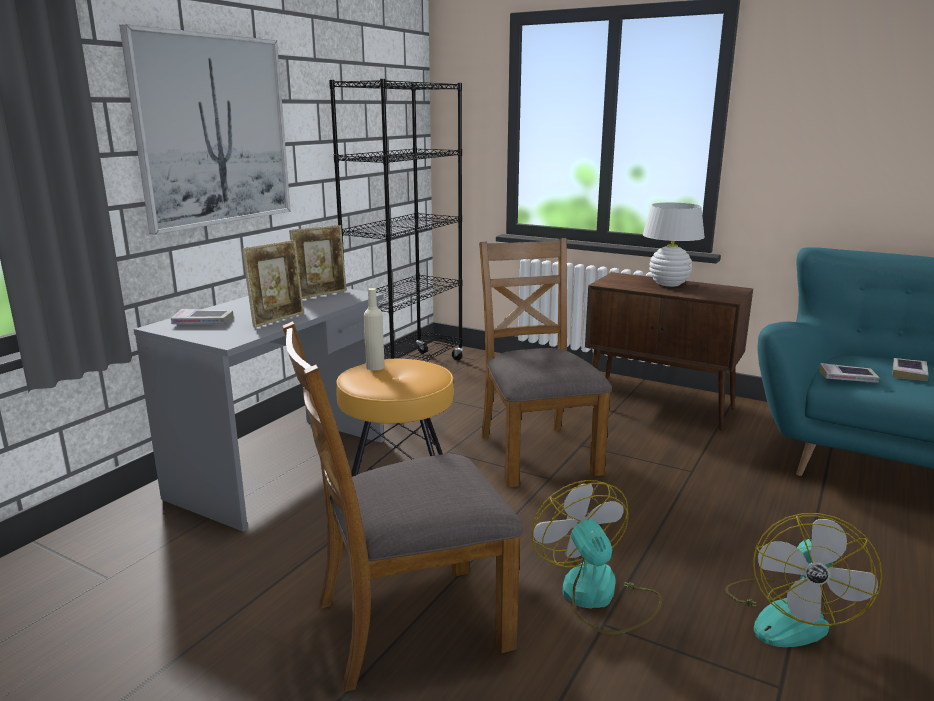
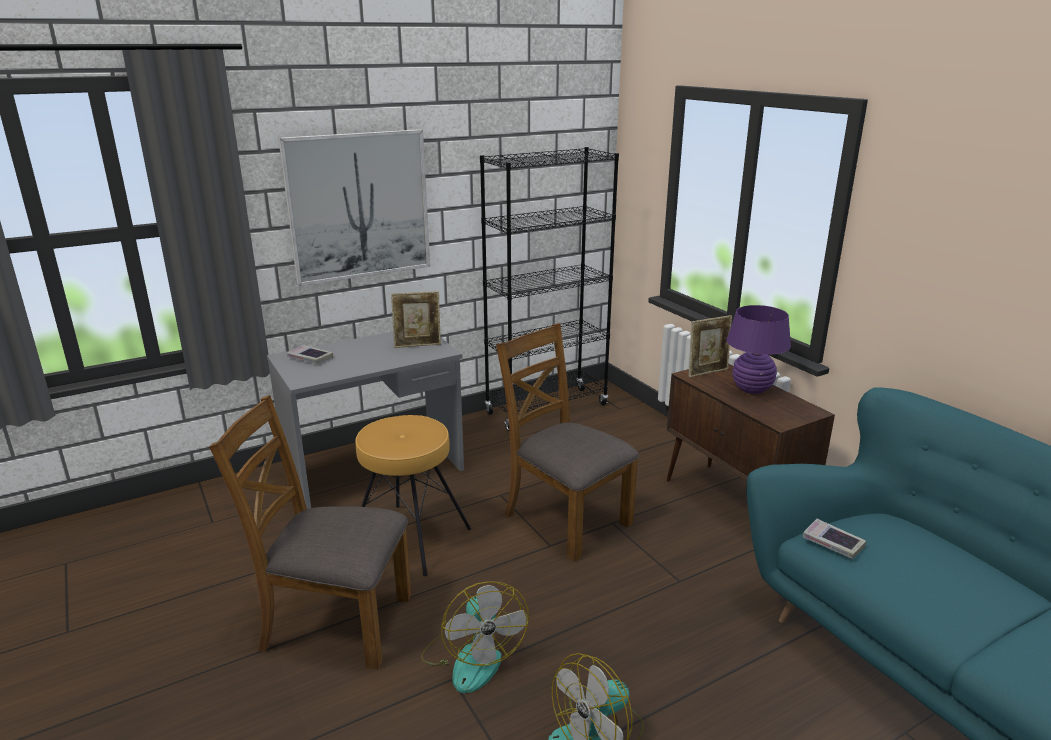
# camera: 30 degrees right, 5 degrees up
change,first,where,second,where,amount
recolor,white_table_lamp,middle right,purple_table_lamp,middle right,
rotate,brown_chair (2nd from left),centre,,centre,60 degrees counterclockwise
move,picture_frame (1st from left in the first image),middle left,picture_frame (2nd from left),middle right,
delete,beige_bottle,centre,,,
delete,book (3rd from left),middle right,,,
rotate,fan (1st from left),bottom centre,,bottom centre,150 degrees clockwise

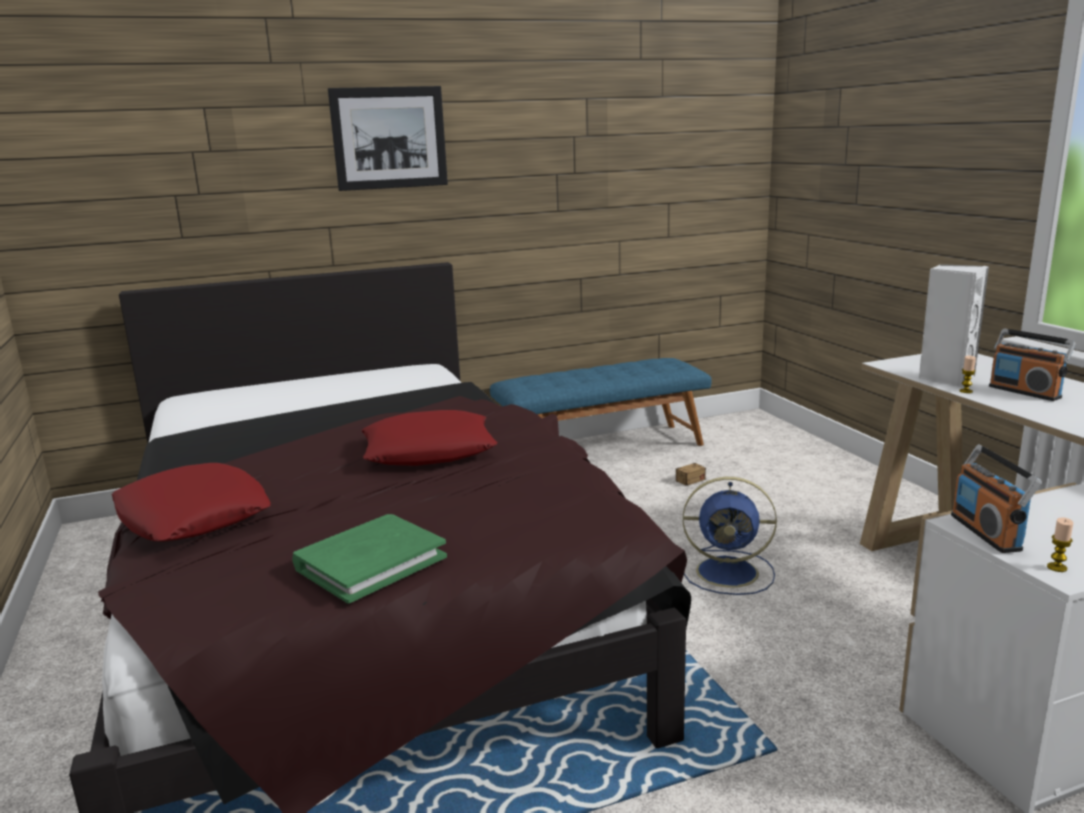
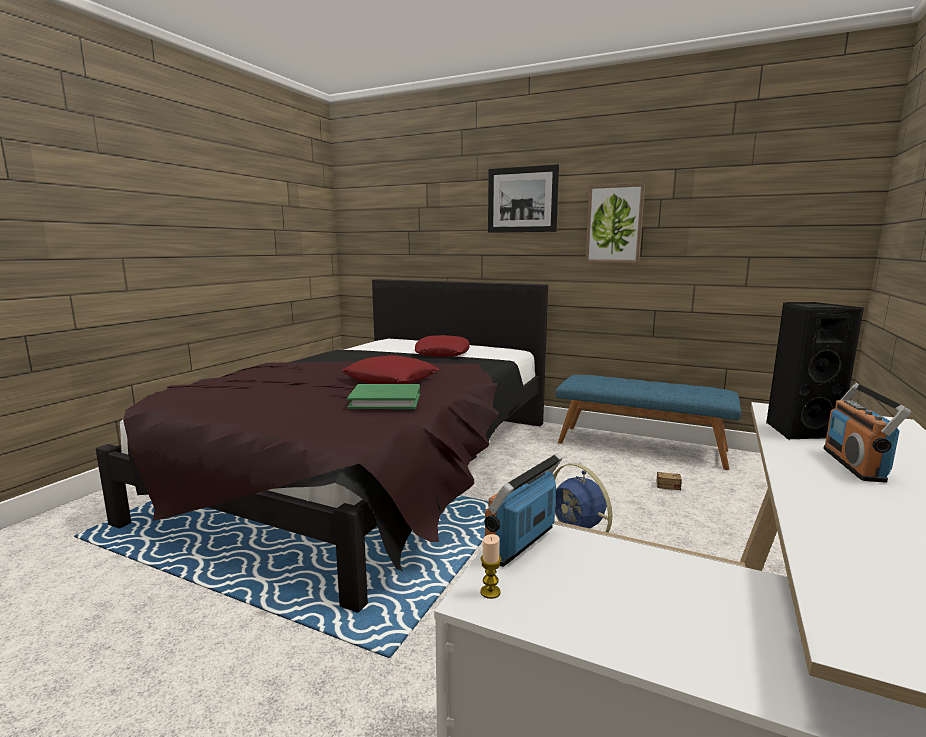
# camera: 45 degrees right, 5 degrees down
change,first,where,second,where,amount
recolor,white_speaker,middle right,black_speaker,middle right,
delete,candle (1st from left),middle right,,,
move,red_pillow (1st from left in the first image),middle left,red_pillow (2nd from left),centre,
move,green_book,bottom centre,,centre,
insert,,,picture (2nd from left),top centre,

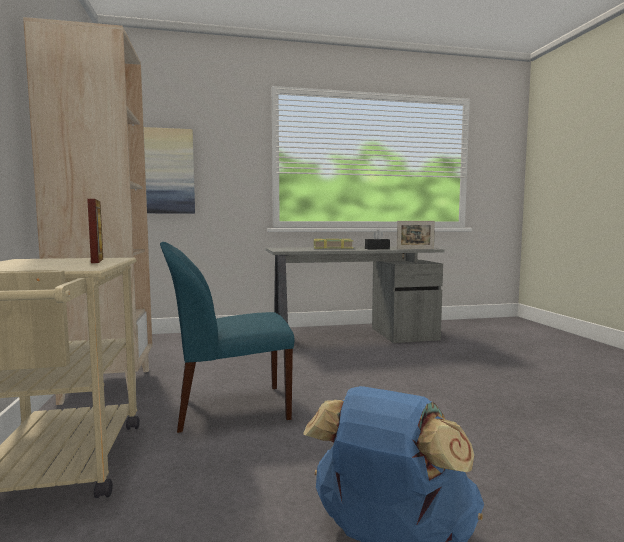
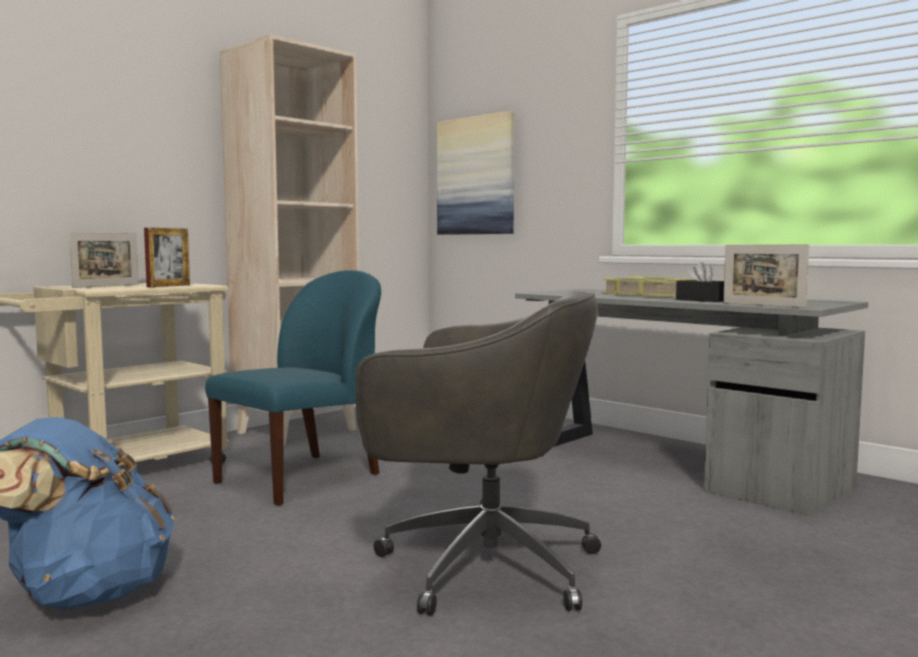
# camera: 55 degrees right, 0 degrees up
change,first,where,second,where,amount
rotate,blue_chair,centre,,middle left,90 degrees clockwise
insert,,,picture_frame (1st from left),middle left,
insert,,,grey_office_chair,bottom centre,

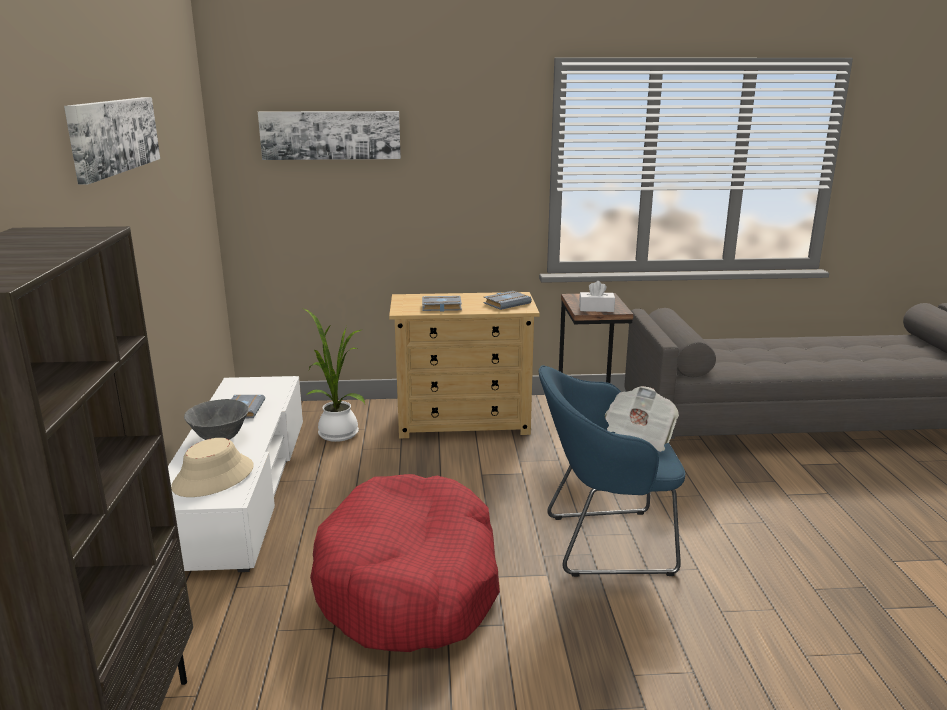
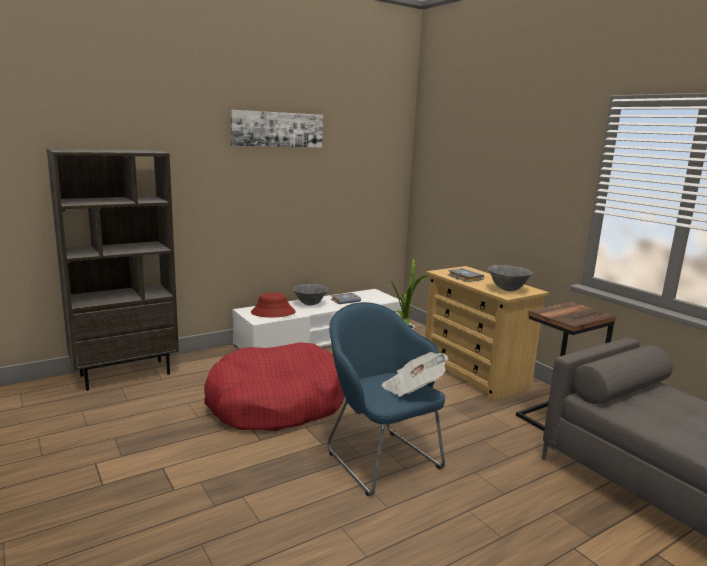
# camera: 60 degrees right, 5 degrees down
change,first,where,second,where,amount
delete,picture (2nd from left),top centre,,,
delete,white_tissue_box,centre,,,
replace,grey_book (3rd from left),centre,grey_bowl (2nd from left),middle right,
recolor,beige_hat,middle left,red_hat,centre,

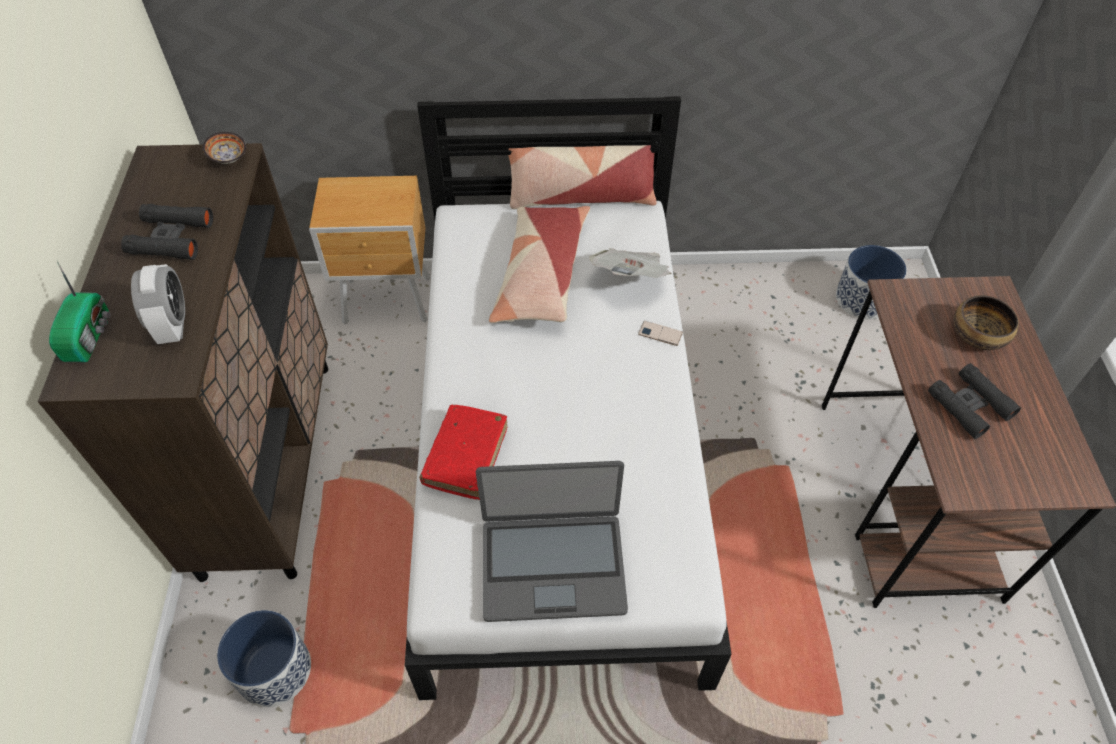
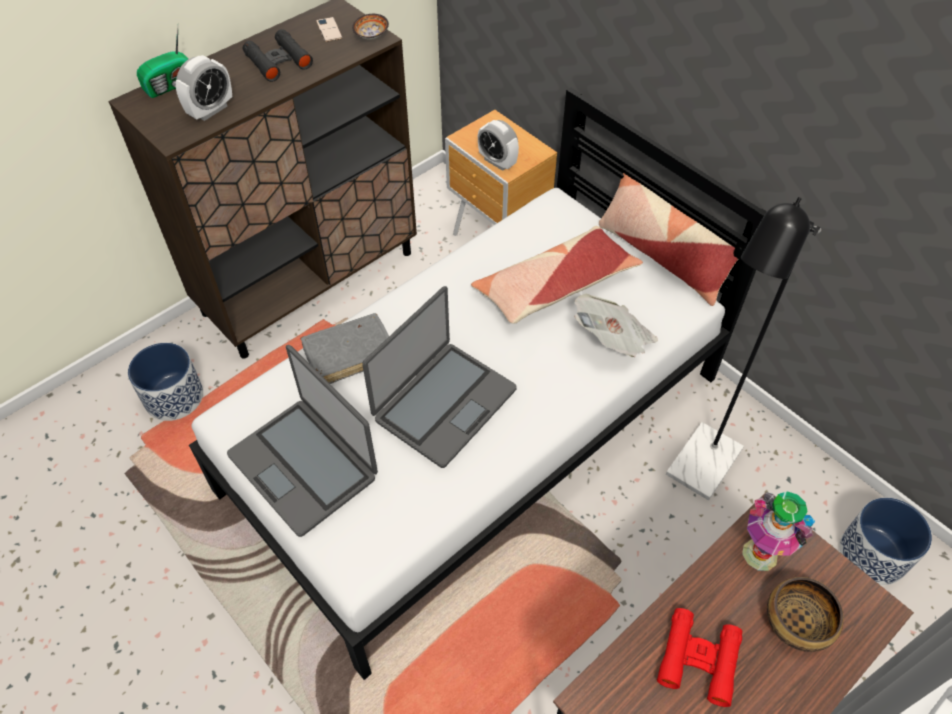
# camera: 50 degrees right, 0 degrees up
change,first,where,second,where,amount
move,phone,centre,,top centre,
recolor,black_binoculars (2nd from left),middle right,red_binoculars,bottom right,
recolor,red_book,centre,grey_book,centre,
insert,,,alarm_clock (2nd from left),top centre,
insert,,,black_floor_lamp,middle right,
insert,,,laptop (2nd from left),centre,
insert,,,vase,bottom right,

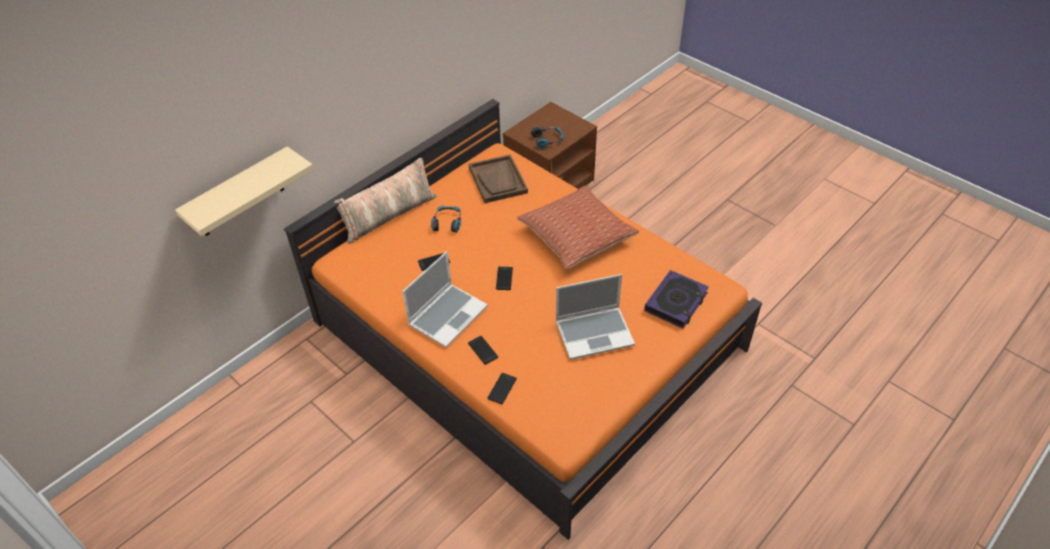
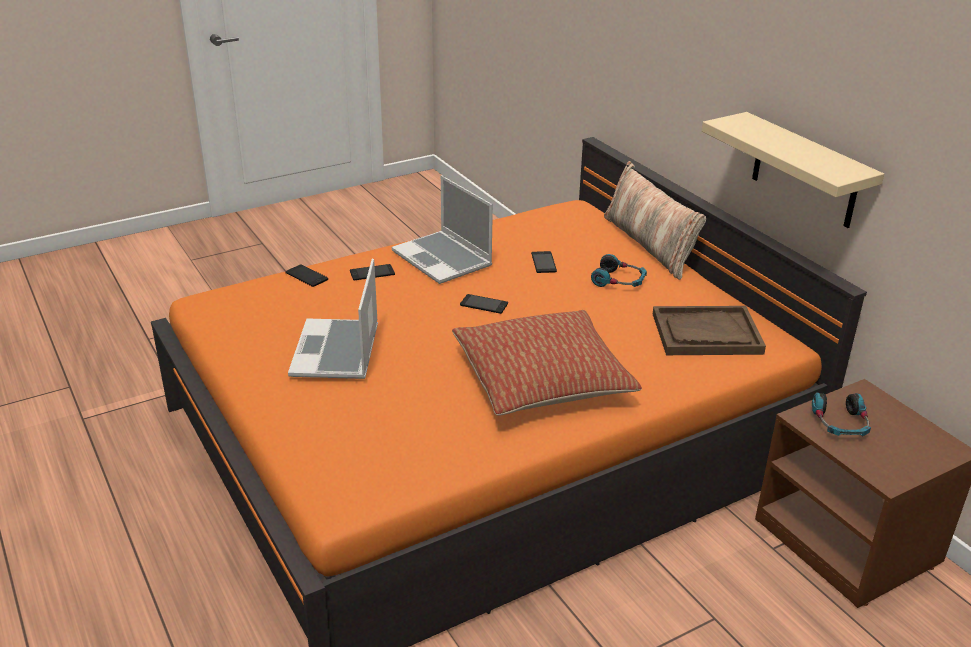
# camera: 105 degrees right, 15 degrees down
change,first,where,second,where,amount
move,beige_shelf,middle left,,top right,
delete,book,centre,,,

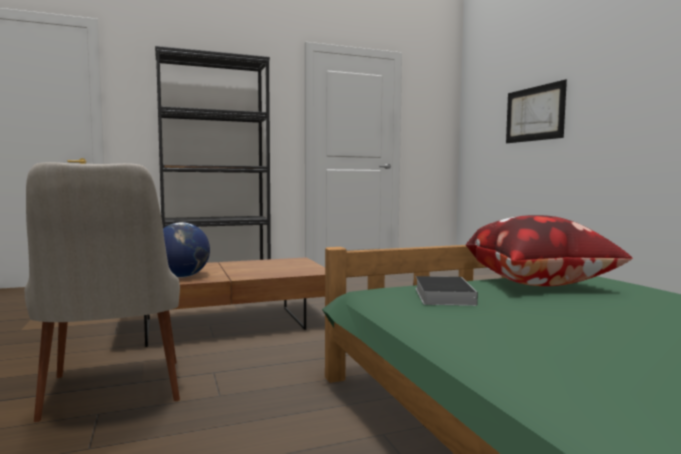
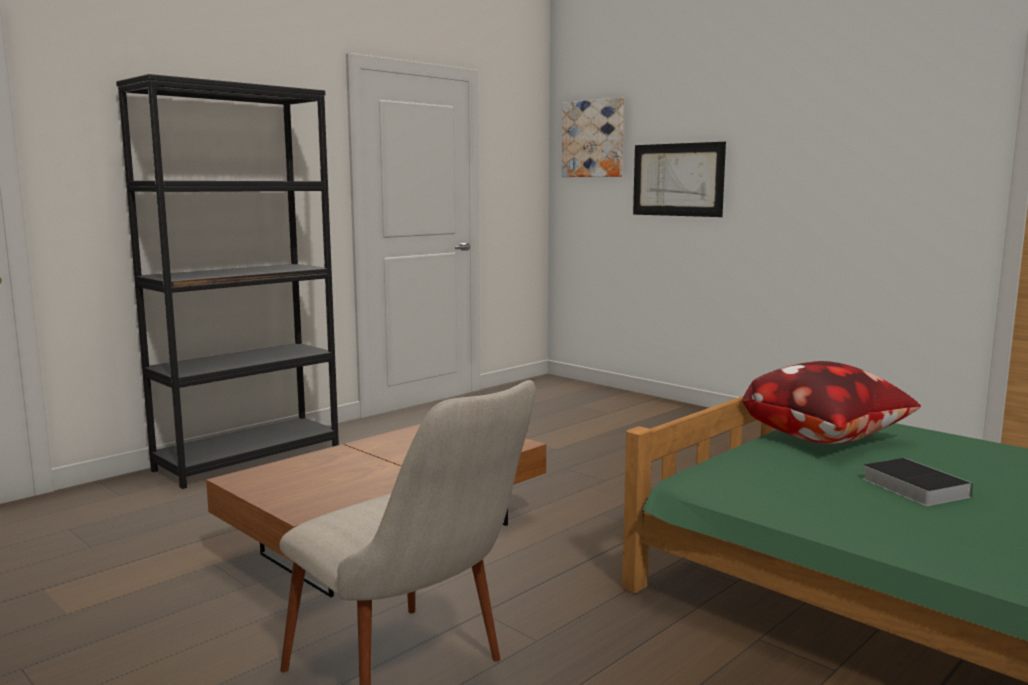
# camera: 25 degrees left, 5 degrees up
change,first,where,second,where,amount
delete,globe,middle left,,,
move,book,centre,,bottom right,
insert,,,picture (1st from left),top centre,

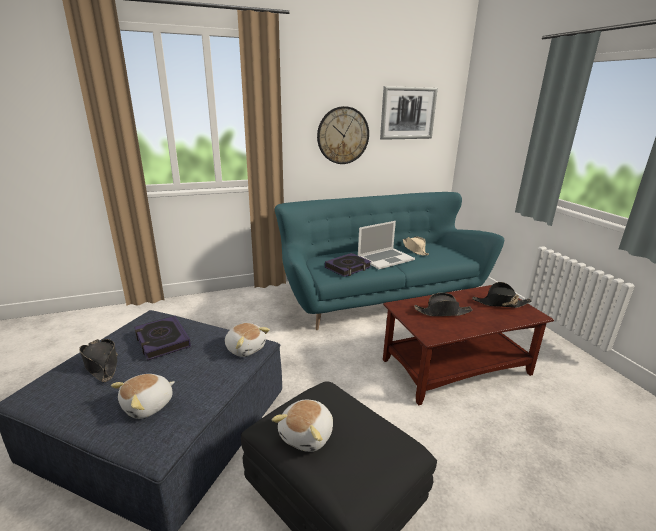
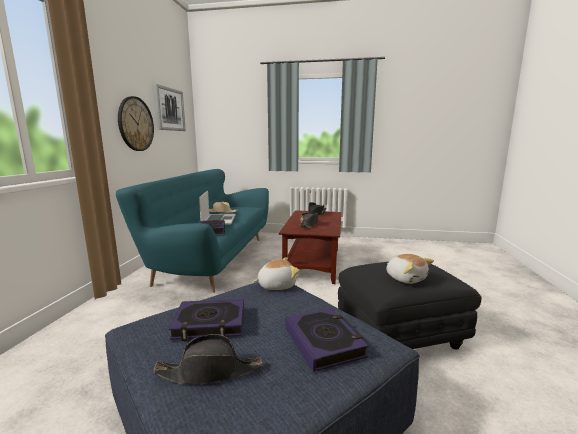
# camera: 60 degrees left, 10 degrees down
change,first,where,second,where,amount
replace,plush_toy (1st from left),bottom left,book (3rd from left),bottom centre,

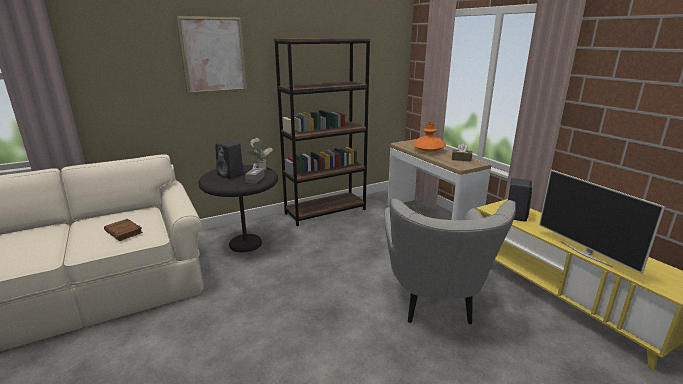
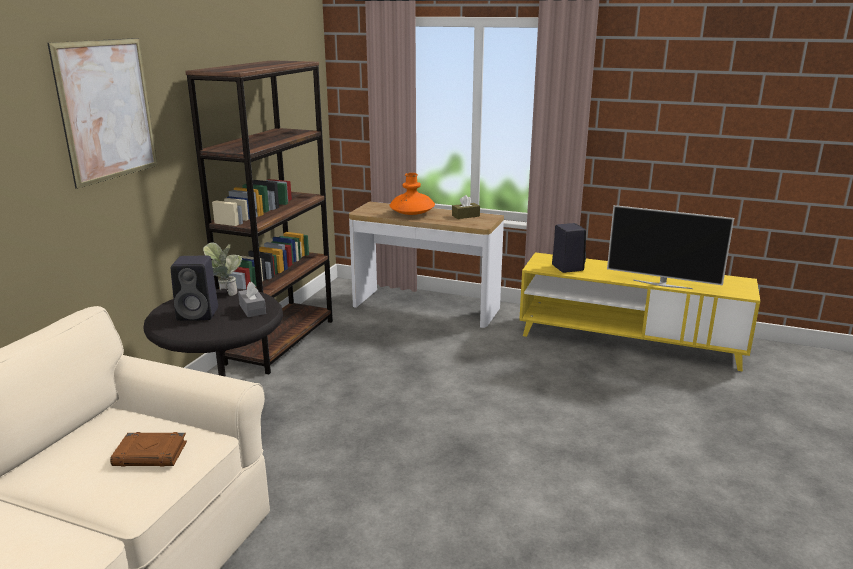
# camera: 40 degrees left, 0 degrees up
change,first,where,second,where,amount
delete,grey_armchair,bottom centre,,,

